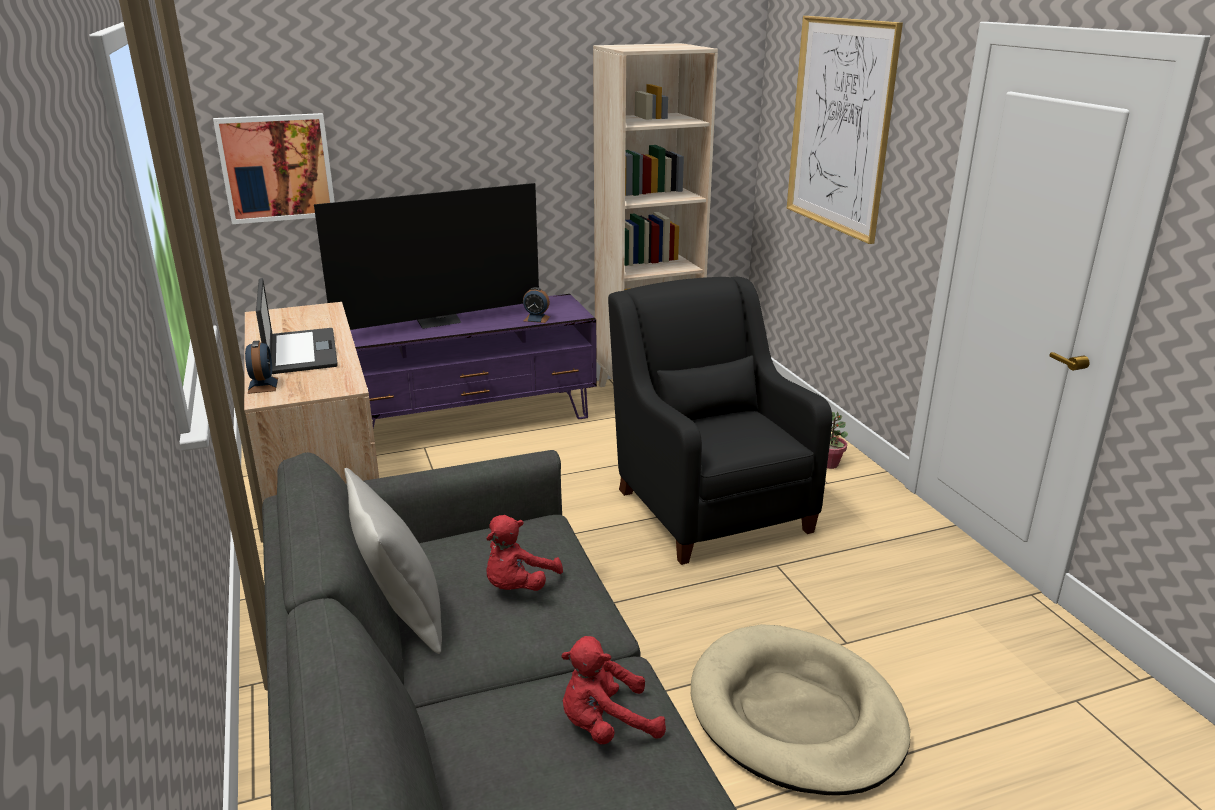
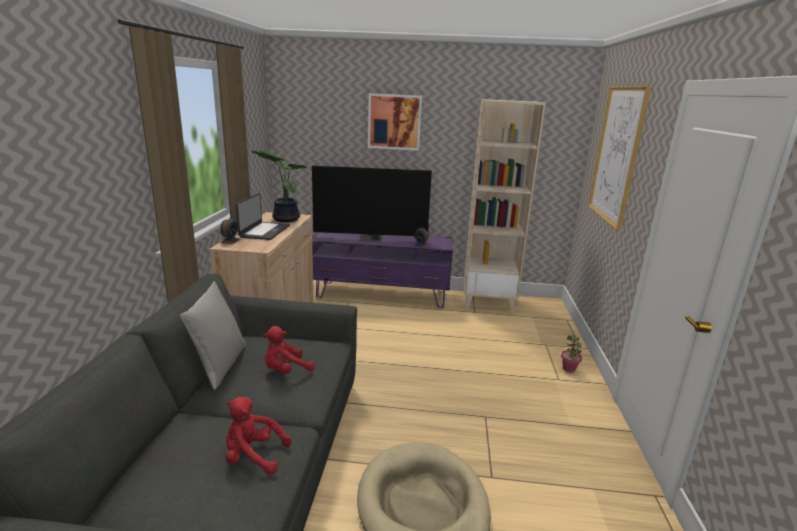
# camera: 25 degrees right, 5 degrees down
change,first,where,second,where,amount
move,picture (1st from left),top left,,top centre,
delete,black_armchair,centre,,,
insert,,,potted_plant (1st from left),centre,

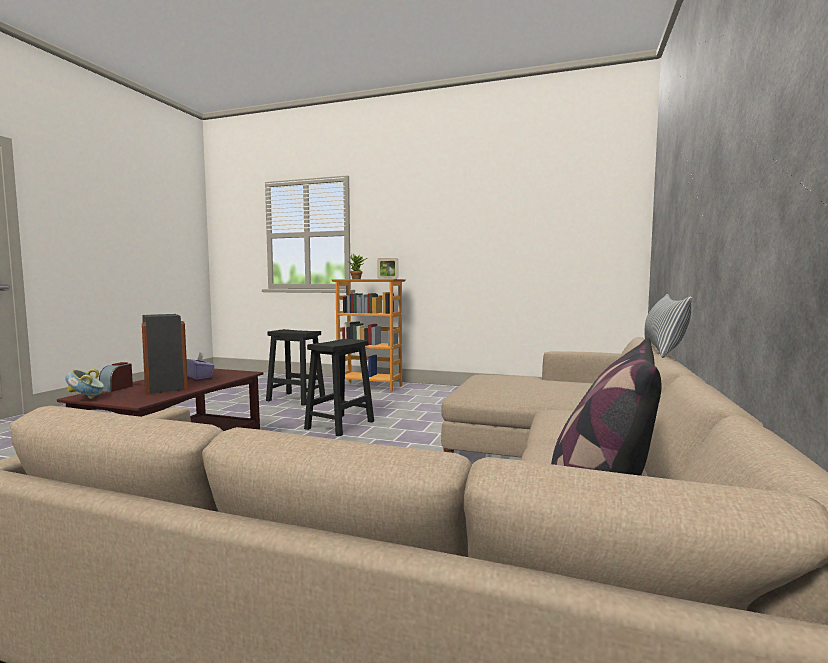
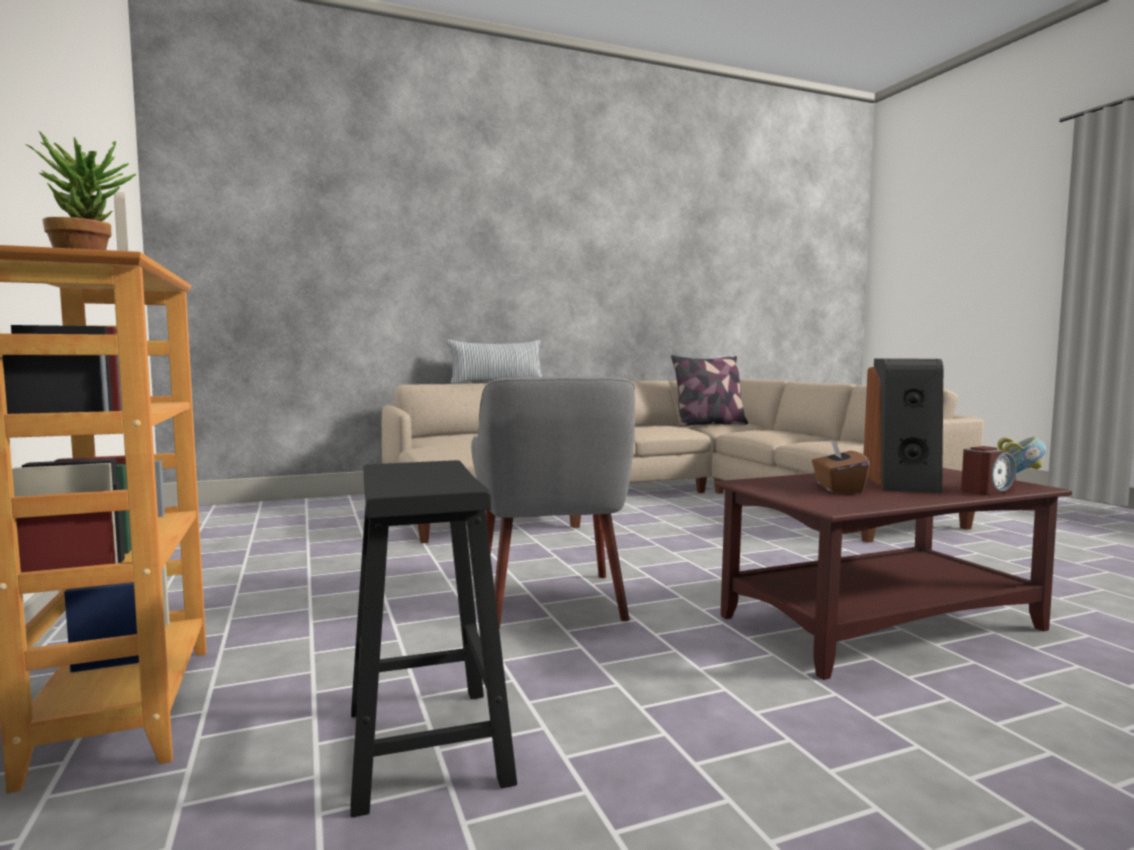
# camera: 130 degrees left, 0 degrees up
change,first,where,second,where,amount
replace,black_stool (2nd from left),centre,grey_armchair,centre,
recolor,purple_tissue_box,middle left,brown_tissue_box,middle right,

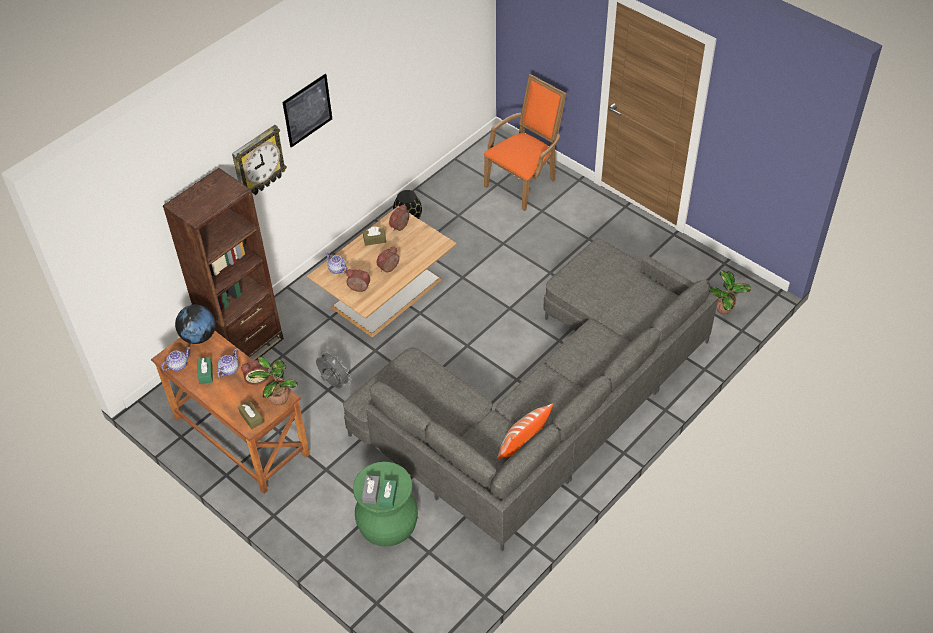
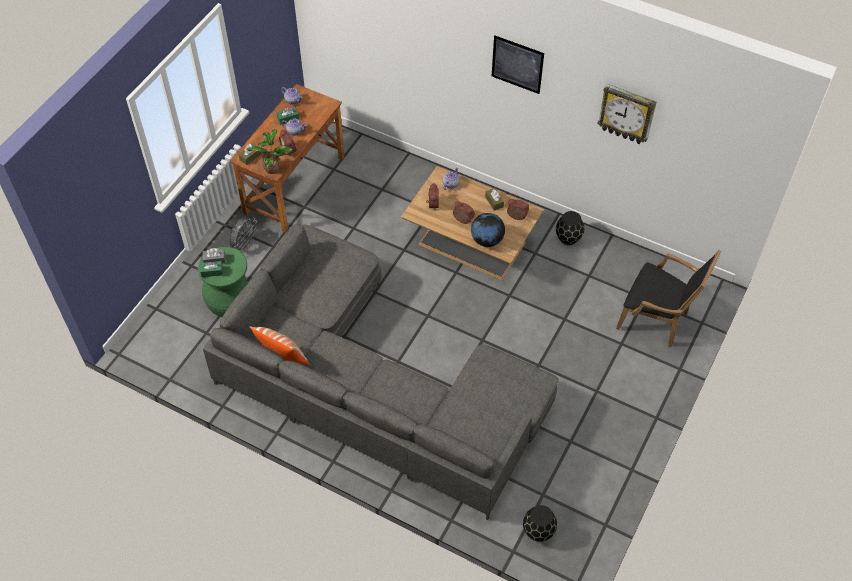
# camera: 75 degrees right, 5 degrees up
change,first,where,second,where,amount
recolor,orange_armchair,top centre,black_armchair,middle right,
move,wall_clock,top left,,top right,
delete,brown_bookcase,middle left,,,
replace,potted_plant (2nd from left),middle right,black_vase (1st from left),bottom centre,
move,globe,middle left,,centre,
move,grey_fan,centre,,middle left,

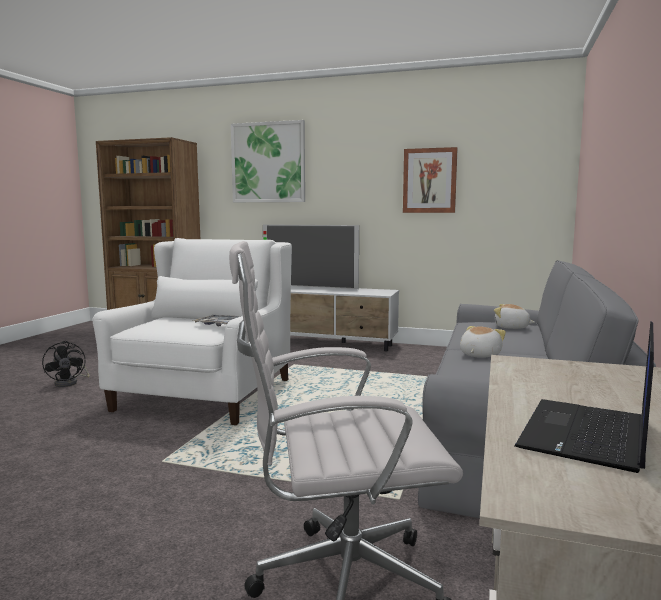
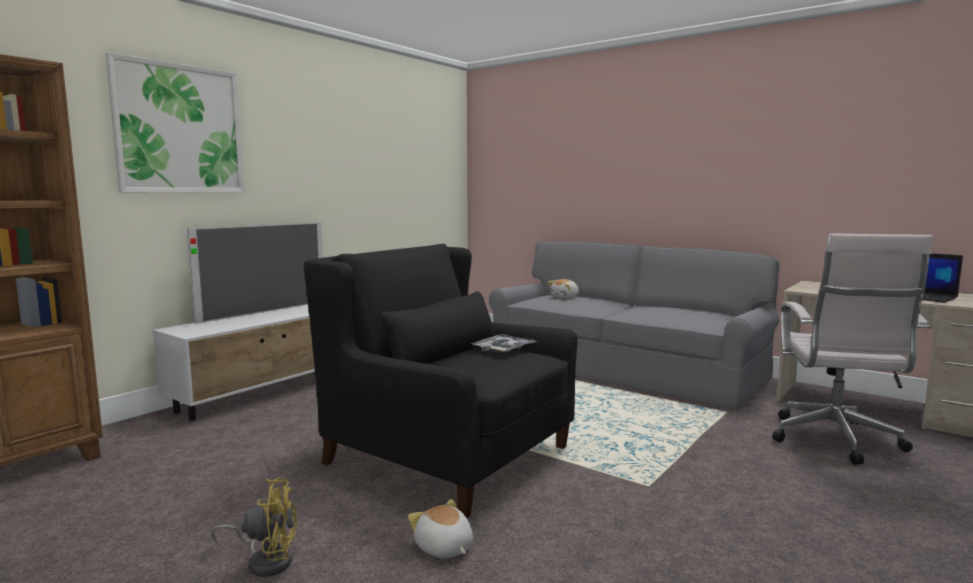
# camera: 70 degrees left, 0 degrees up
change,first,where,second,where,amount
delete,picture (2nd from left),top centre,,,
recolor,white_armchair,middle left,black_armchair,centre,
move,plush_toy (1st from left),middle right,,bottom centre,
recolor,black_fan,middle left,yellow_fan,bottom left,

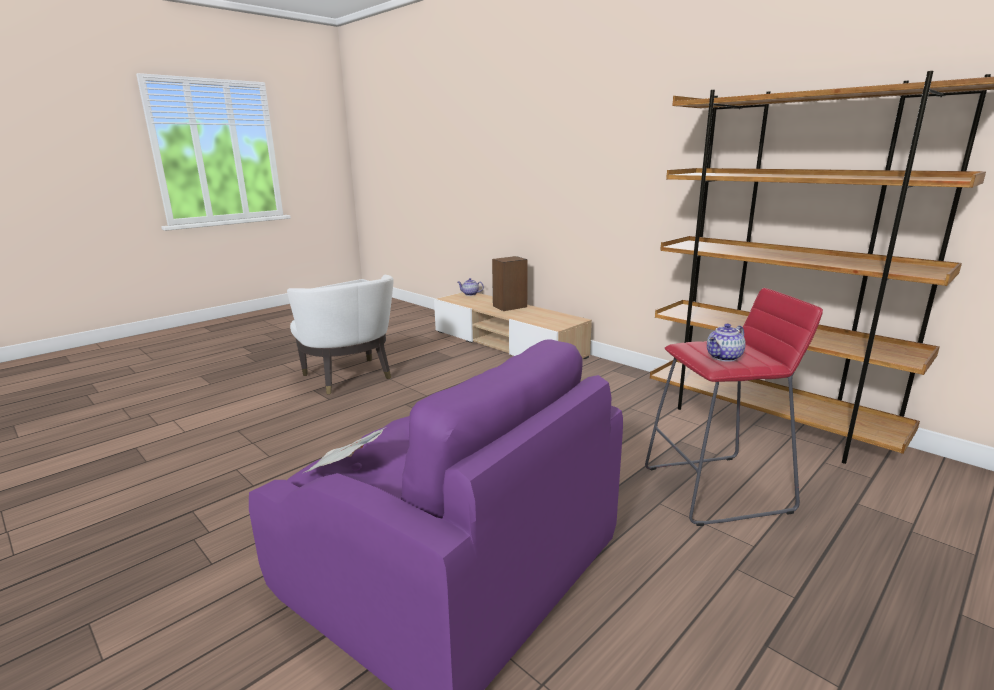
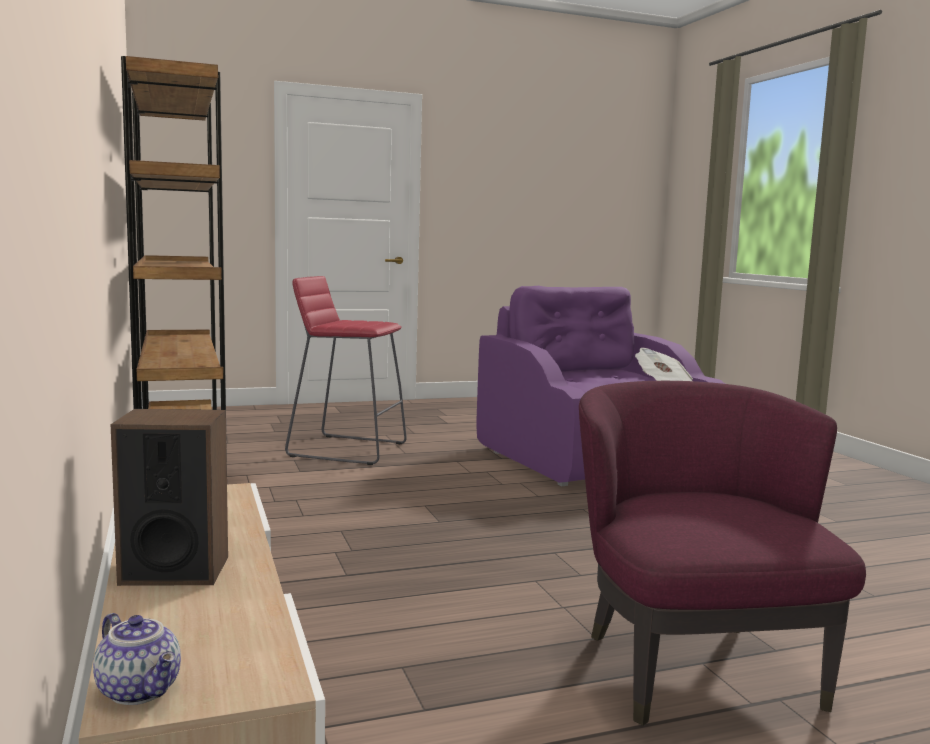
# camera: 155 degrees left, 10 degrees down
change,first,where,second,where,amount
recolor,white_armchair,centre,purple_armchair (2nd from left),bottom right,
delete,teapot (2nd from left),middle right,,,

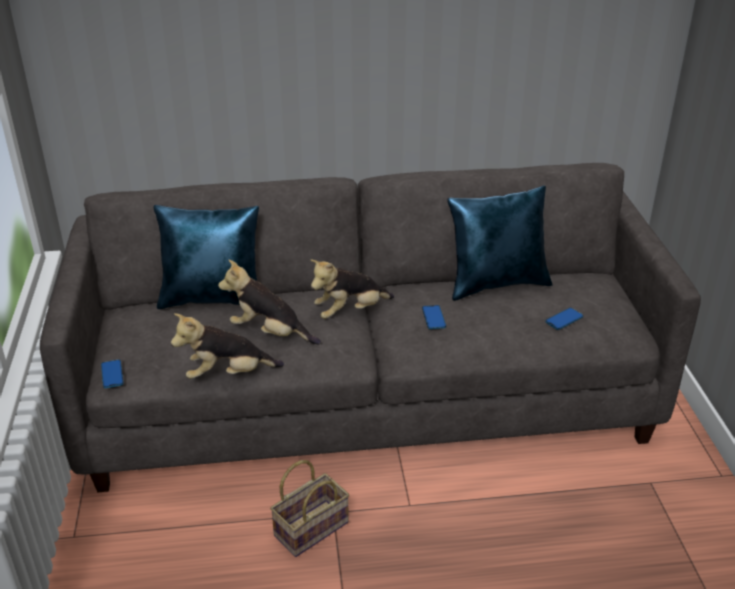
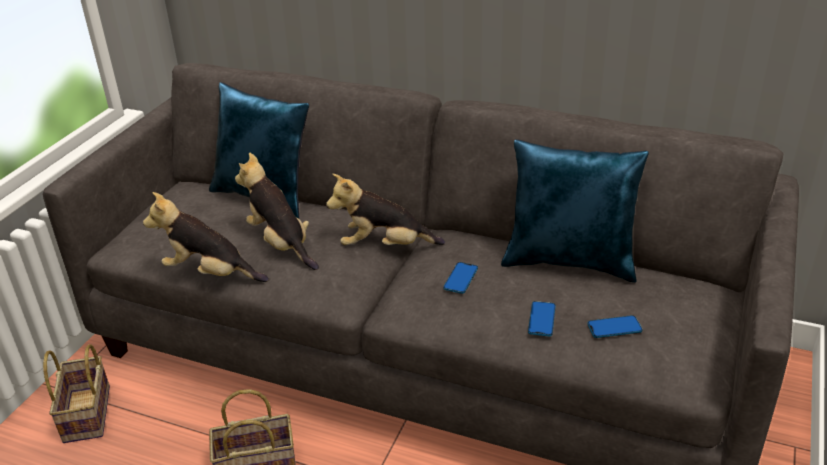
# camera: 30 degrees right, 0 degrees up
change,first,where,second,where,amount
move,phone (1st from left in the first image),middle left,phone (2nd from left),bottom centre,
insert,,,basket (1st from left),bottom left,

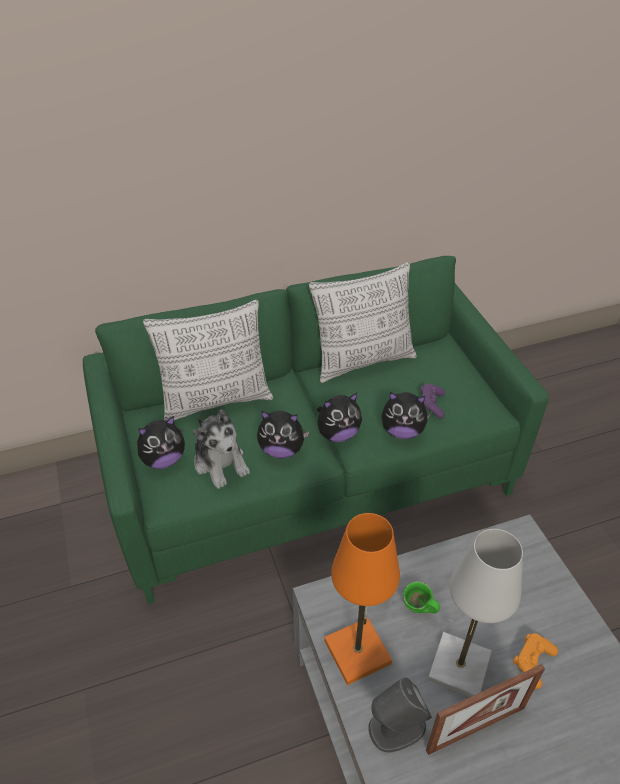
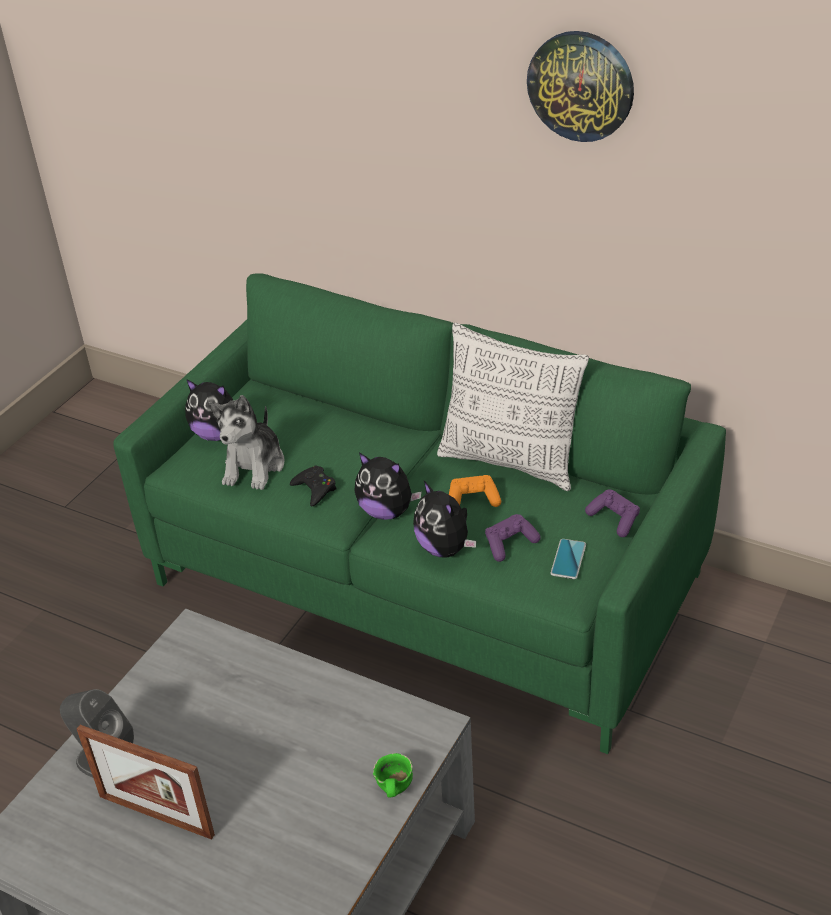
# camera: 50 degrees right, 5 degrees down
change,first,where,second,where,amount
delete,pillow (1st from left),centre,,,
replace,plush_toy (3rd from left),centre,black_game_controller,centre,
delete,orange_table_lamp,bottom centre,,,
delete,white_table_lamp,bottom right,,,
move,green_mug,bottom right,,bottom centre,
move,orange_game_controller,bottom right,,centre,
insert,,,wall_clock,top right,
insert,,,purple_game_controller (2nd from left),middle right,
insert,,,phone,middle right,

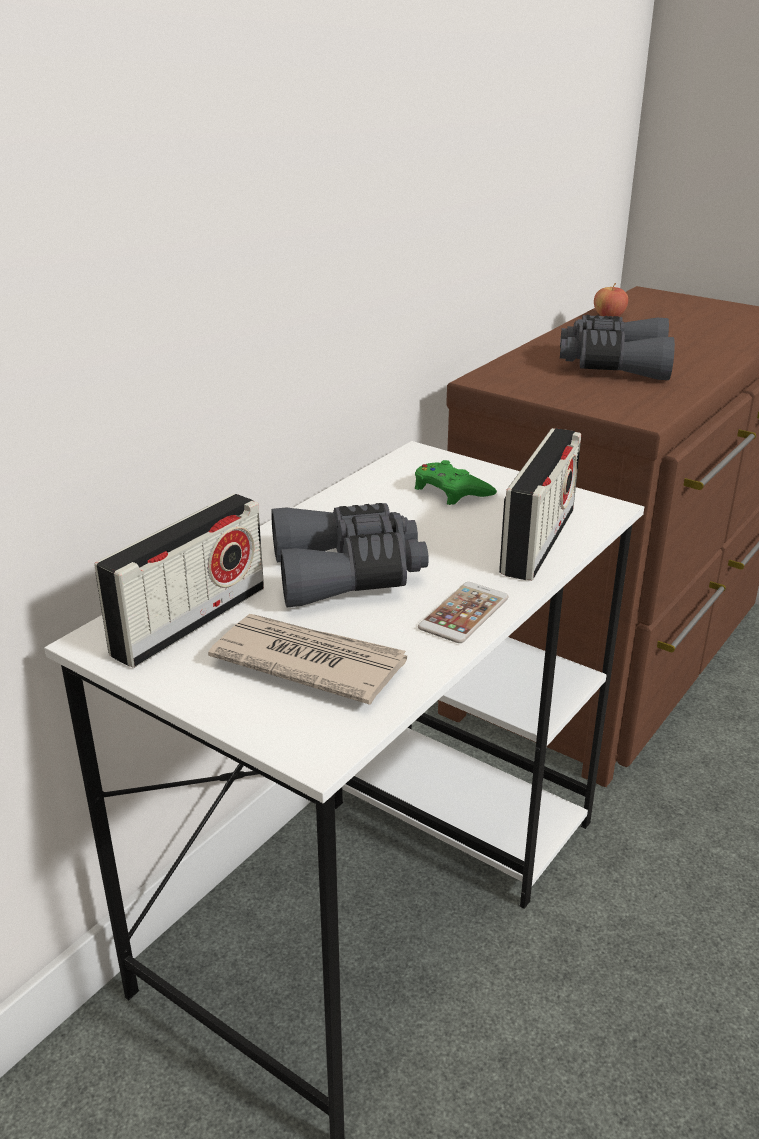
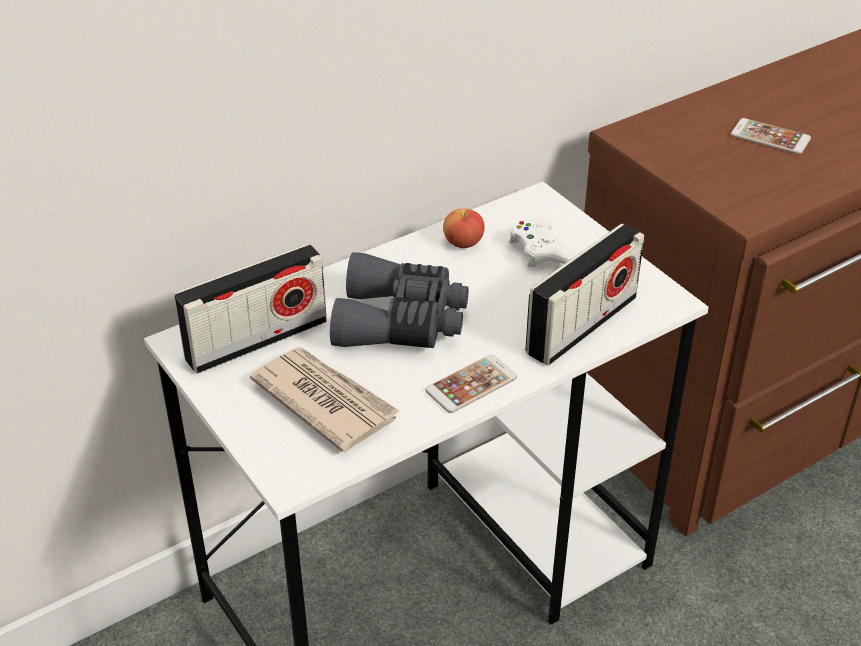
# camera: 20 degrees right, 10 degrees up
change,first,where,second,where,amount
move,apple,top right,,centre,
replace,grey_binoculars (2nd from left),top right,phone (2nd from left),top right,
recolor,green_game_controller,centre,white_game_controller,centre,

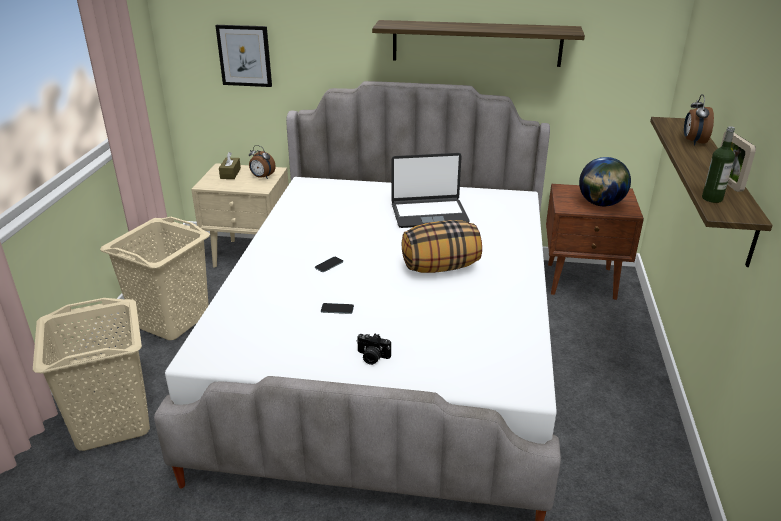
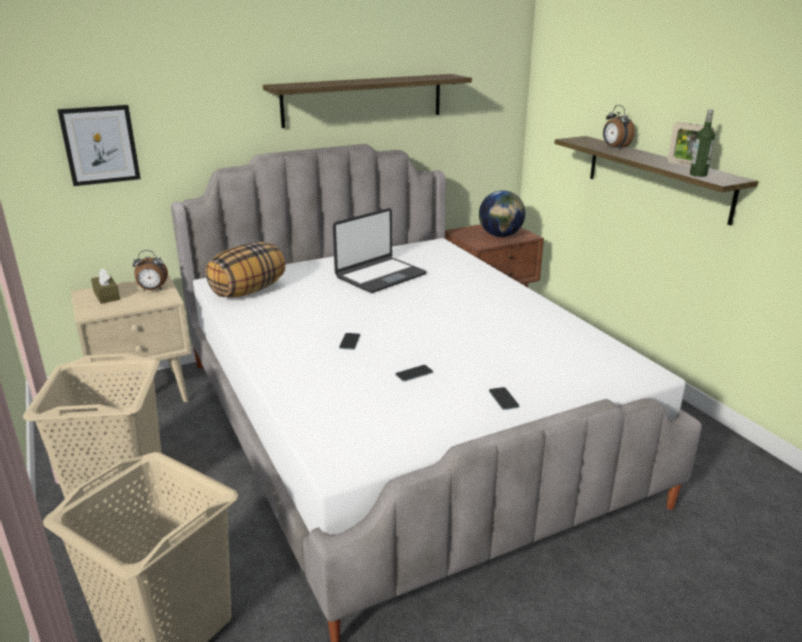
# camera: 35 degrees left, 5 degrees down
change,first,where,second,where,amount
move,pillow,centre,,middle left,
replace,photo_camera,bottom centre,phone (3rd from left),centre,

